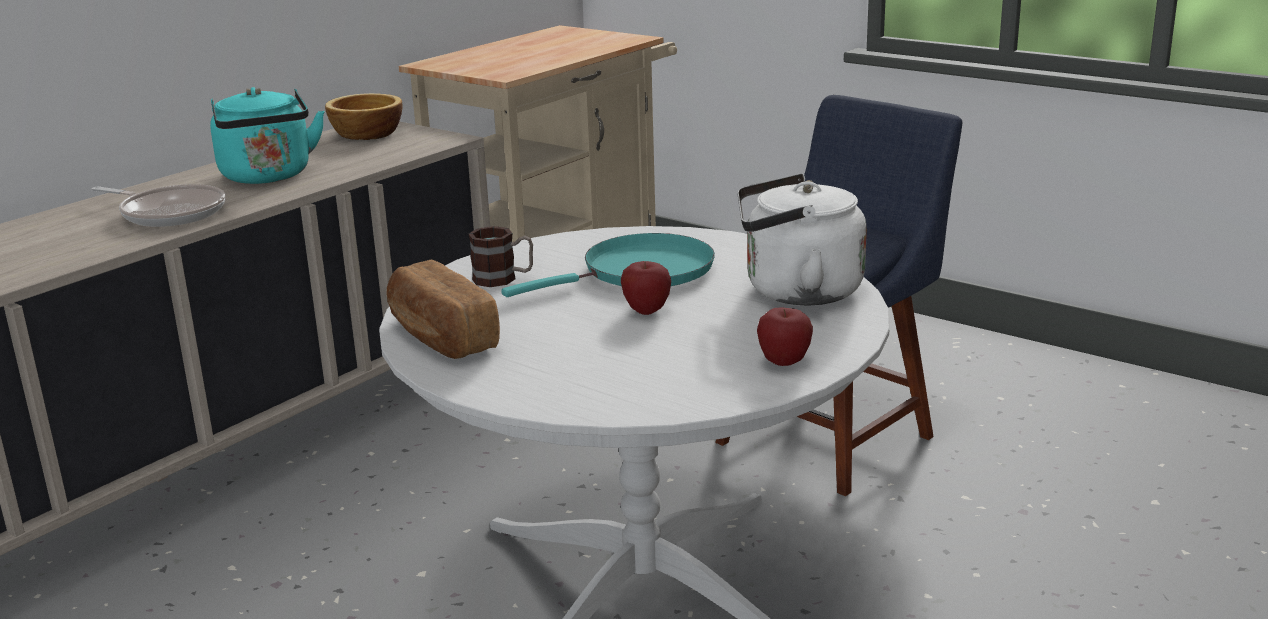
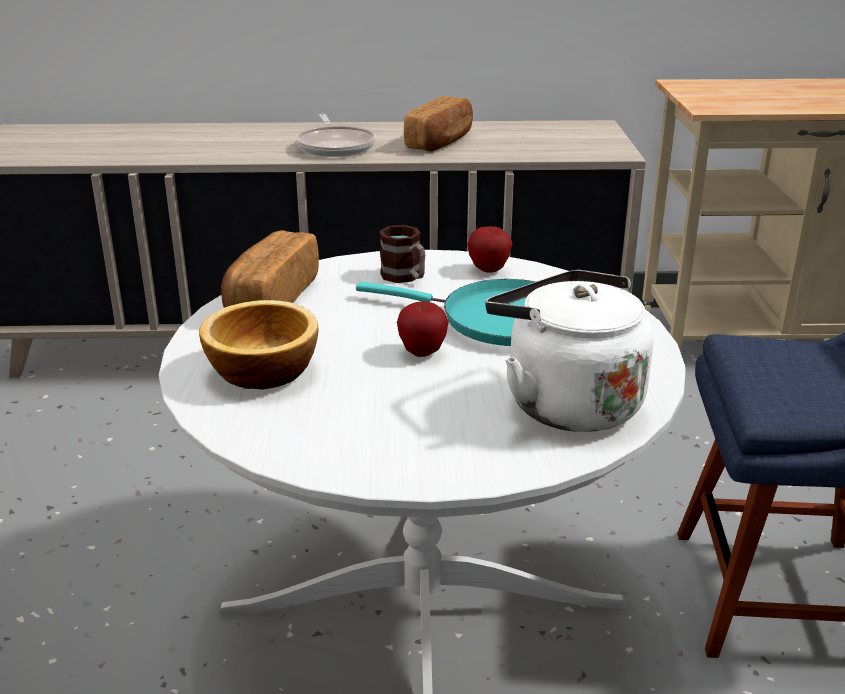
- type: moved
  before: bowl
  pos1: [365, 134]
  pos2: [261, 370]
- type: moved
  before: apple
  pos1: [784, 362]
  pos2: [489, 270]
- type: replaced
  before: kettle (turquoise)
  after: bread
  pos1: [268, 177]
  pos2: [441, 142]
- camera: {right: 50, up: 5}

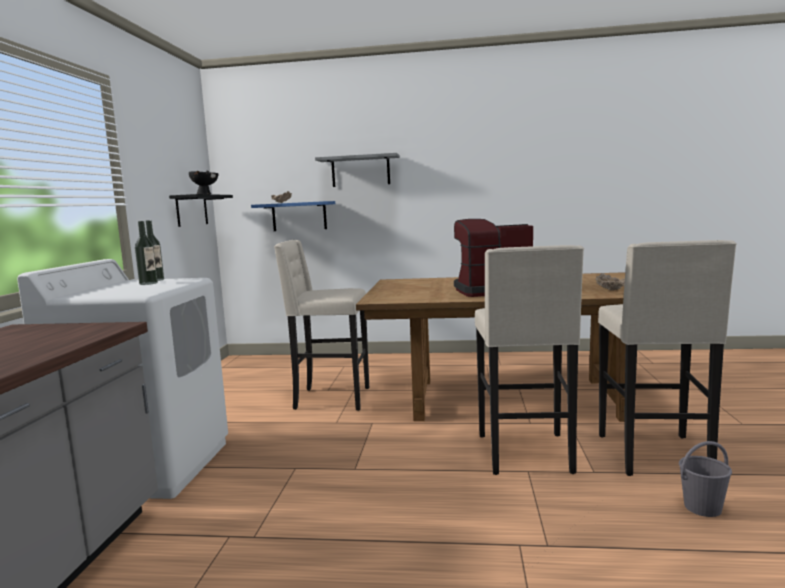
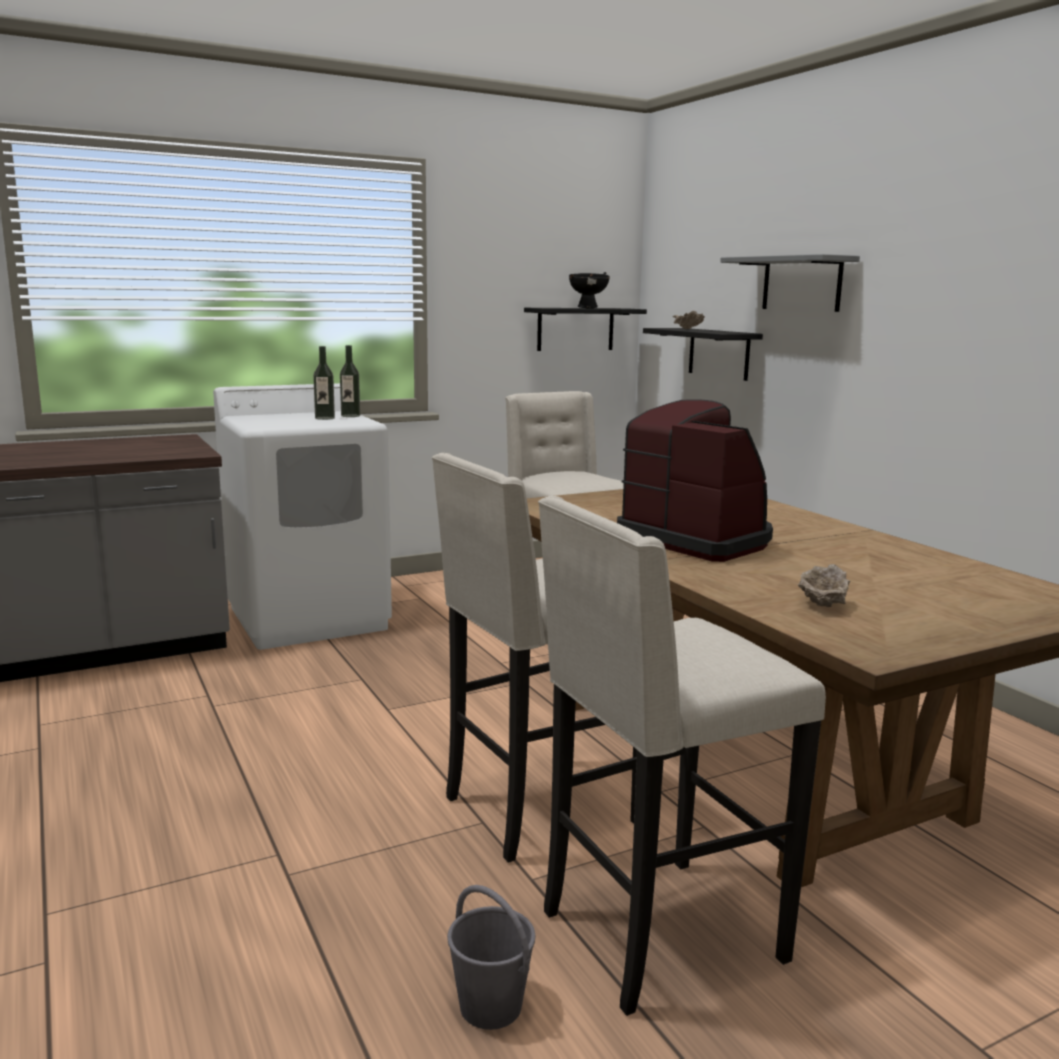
- type: recoloured
  before: shelf (blue)
  after: shelf (black)
  pos1: [299, 216]
  pos2: [719, 353]
- camera: {right: 55, up: 5}

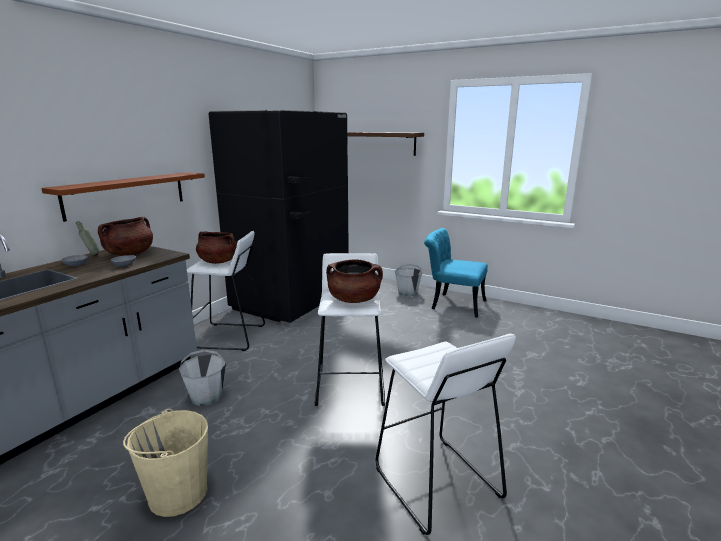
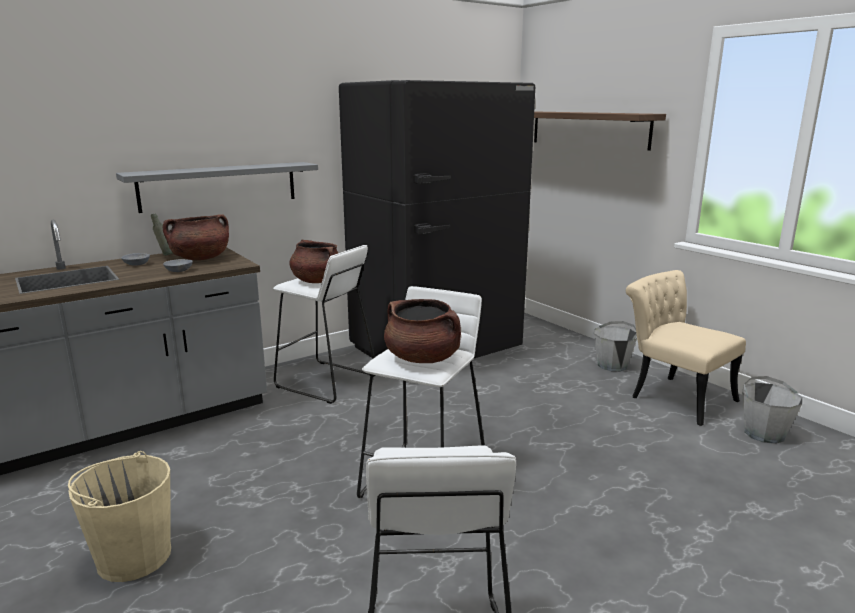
- type: moved
  before: bucket (grey)
  pos1: [206, 397]
  pos2: [764, 433]
- type: recoloured
  before: shelf (brown)
  after: shelf (grey)
  pos1: [127, 194]
  pos2: [219, 186]
- type: recoloured
  before: chair (turquoise)
  after: chair (beige)
  pos1: [452, 304]
  pos2: [673, 396]
- camera: {right: 25, up: 0}

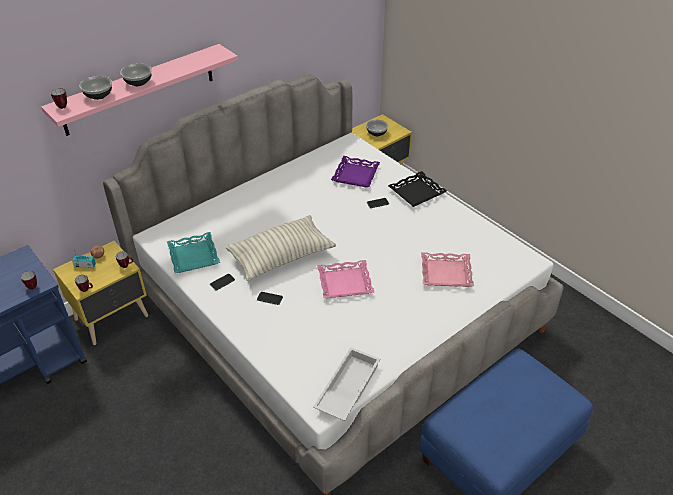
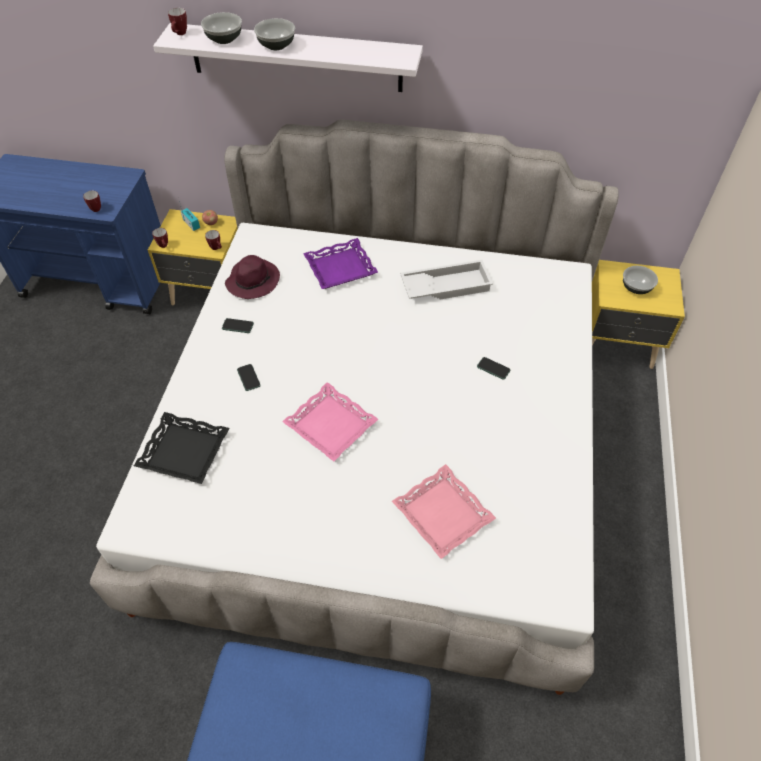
- type: removed
  before: pillow
  pos1: [281, 257]
- type: moved
  before: tray (white)
  pos1: [346, 387]
  pos2: [446, 285]
- type: moved
  before: tray (purple)
  pos1: [356, 175]
  pos2: [340, 268]
- type: moved
  before: tray (black)
  pos1: [417, 193]
  pos2: [184, 452]
- type: replaced
  before: tray (turquoise)
  after: hat (purple)
  pos1: [193, 256]
  pos2: [253, 280]
- type: recoloured
  before: shelf (pink)
  after: shelf (white)
  pos1: [139, 89]
  pos2: [296, 58]
- camera: {right: 50, up: 10}

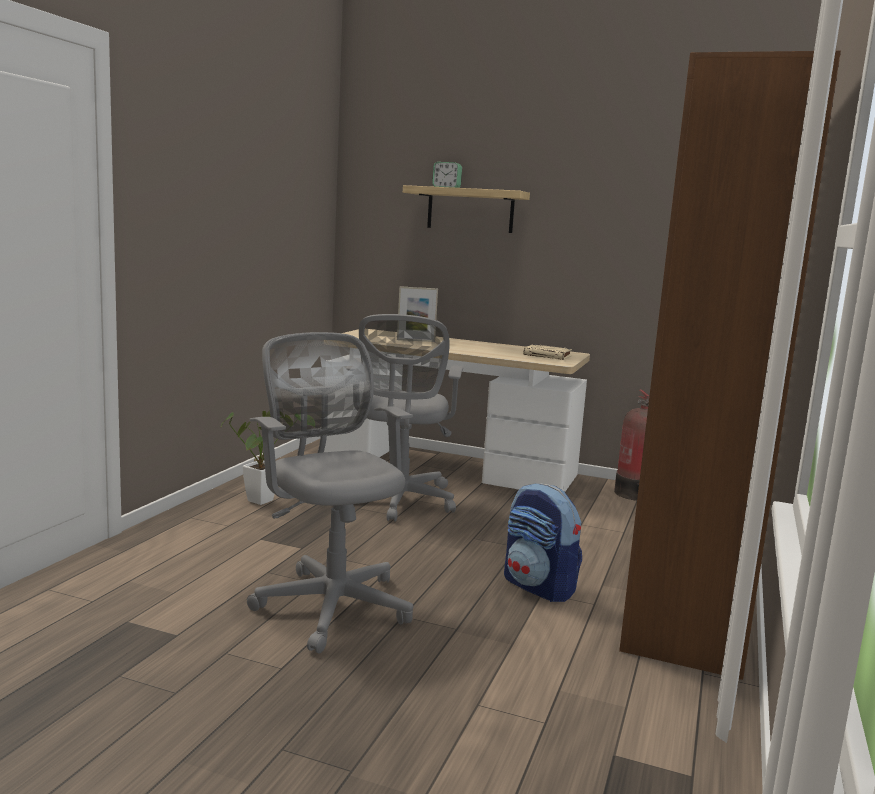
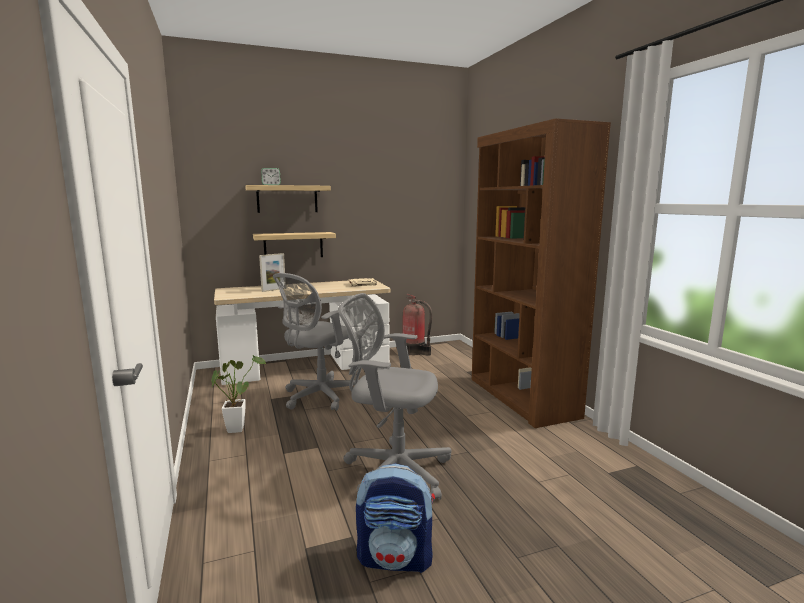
- type: added
  after: shelf
  pos2: [293, 245]
- type: moved
  before: backpack
  pos1: [539, 587]
  pos2: [396, 558]
- type: turned
  before: office chair (grey)
  pos1: [399, 502]
  pos2: [319, 397]
  turn: 75
- camera: {right: -40, up: 0}

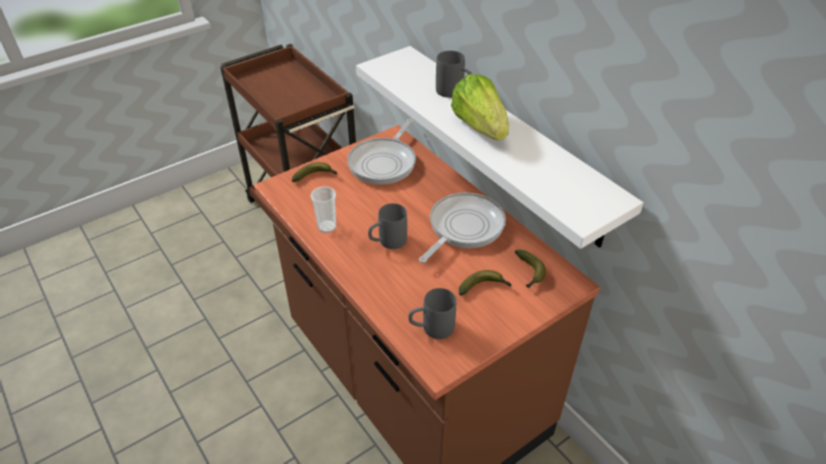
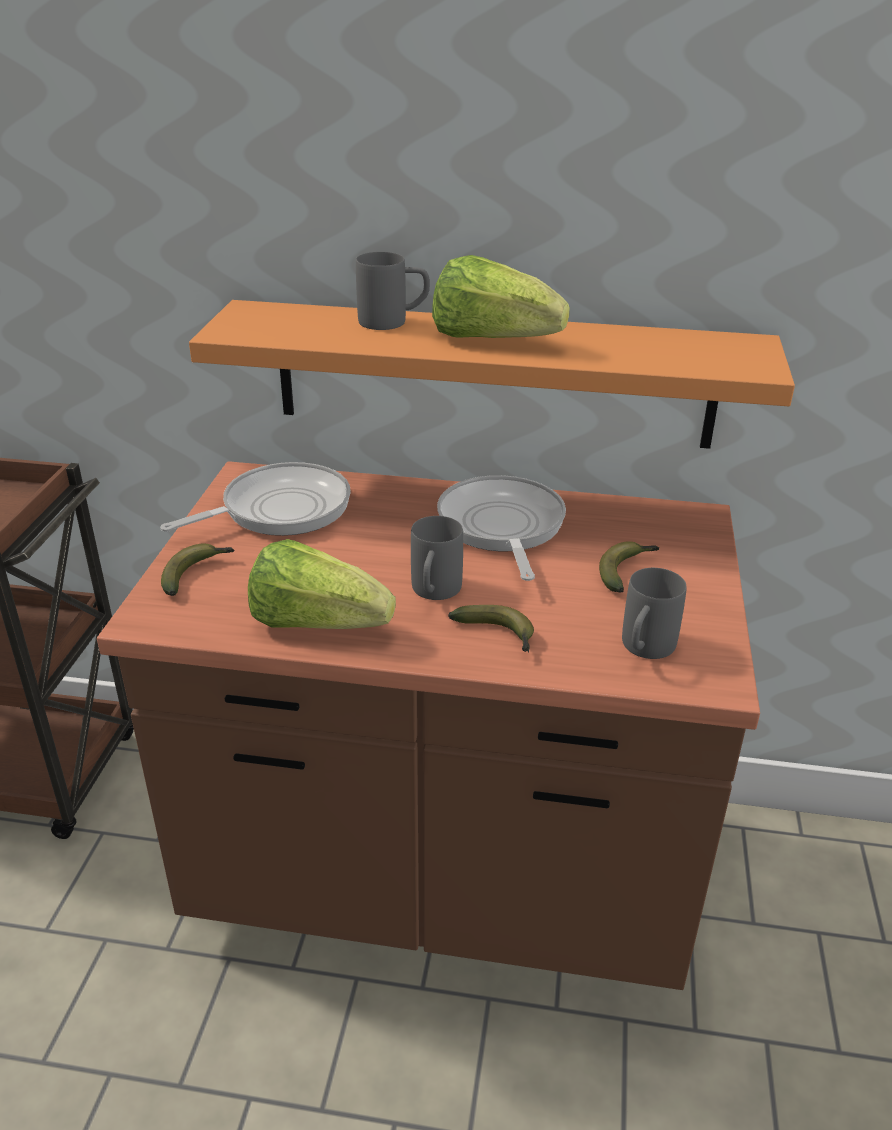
- type: moved
  before: banana
  pos1: [529, 273]
  pos2: [498, 635]
- type: replaced
  before: cup
  after: lettuce
  pos1: [327, 226]
  pos2: [316, 623]
- type: recoloured
  before: shelf (white)
  after: shelf (orange)
  pos1: [506, 143]
  pos2: [493, 374]
- type: turned
  before: frying pan
  pos1: [384, 162]
  pos2: [279, 509]
  turn: -105
- camera: {right: -45, up: -10}

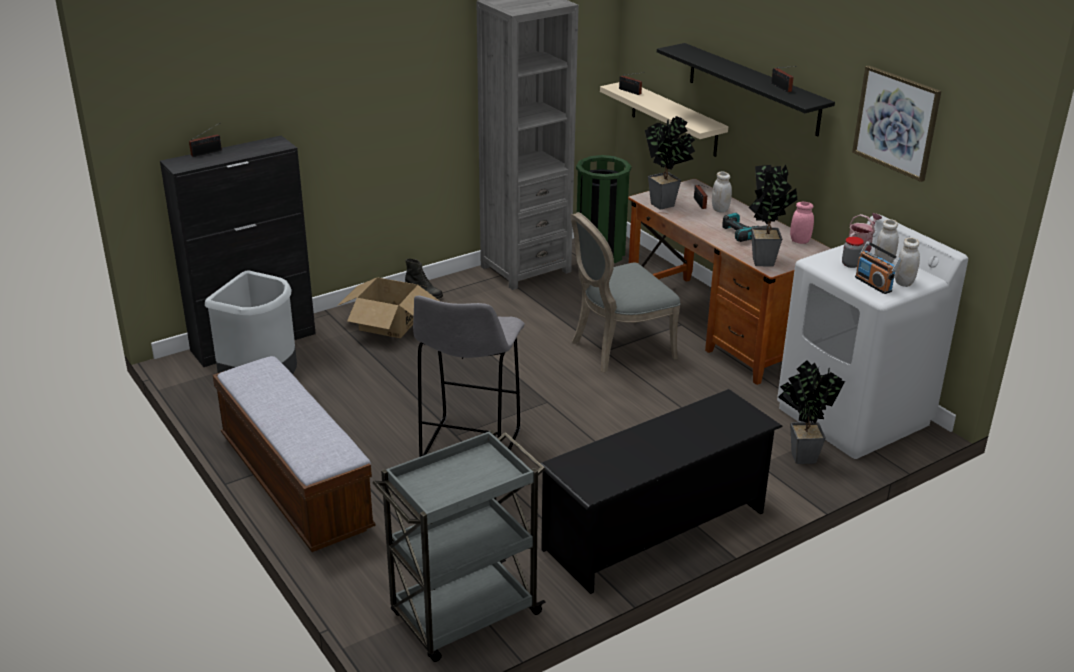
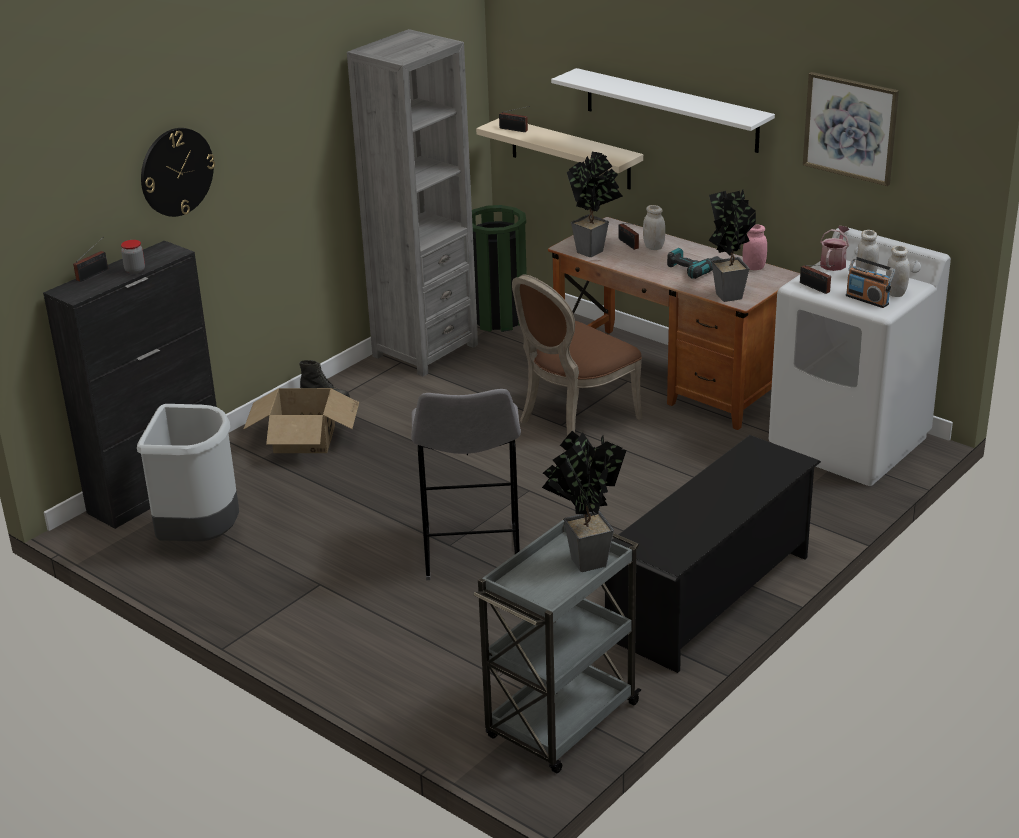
- type: removed
  before: bench
  pos1: [295, 484]
- type: added
  after: wall clock
  pos2: [176, 172]
- type: moved
  before: radio
  pos1: [782, 88]
  pos2: [816, 288]
- type: moved
  before: potted plant
  pos1: [798, 456]
  pos2: [582, 561]
- type: moved
  before: jar
  pos1: [850, 264]
  pos2: [135, 270]
- type: recoloured
  before: chair (grey)
  after: chair (brown)
  pos1: [617, 349]
  pos2: [573, 420]
- type: recoloured
  before: shelf (black)
  after: shelf (white)
  pos1: [753, 89]
  pos2: [671, 110]
- camera: {right: -15, up: 0}

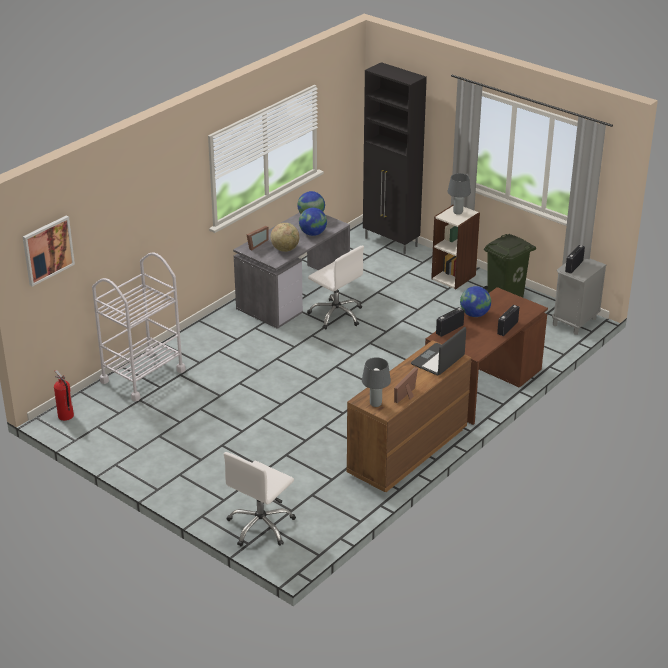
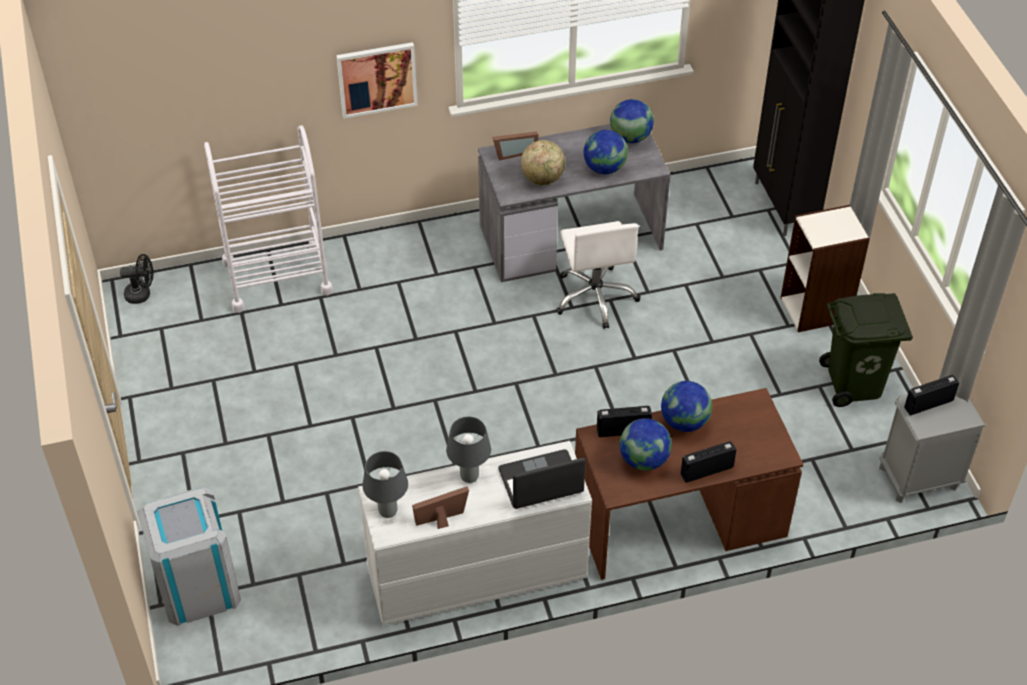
- type: added
  after: globe
  pos2: [643, 460]
- type: moved
  before: picture
  pos1: [47, 250]
  pos2: [377, 79]
- type: moved
  before: table lamp (grey)
  pos1: [457, 212]
  pos2: [469, 476]
- type: replaced
  before: fire extinguisher
  after: fan (black)
  pos1: [65, 416]
  pos2: [142, 294]
- type: replaced
  before: office chair (white)
  after: trash can (grey)
  pos1: [261, 526]
  pos2: [198, 587]
- type: recoloured
  before: dresser (brown)
  after: dresser (white)
  pos1: [407, 451]
  pos2: [475, 574]
- camera: {right: 35, up: 15}

